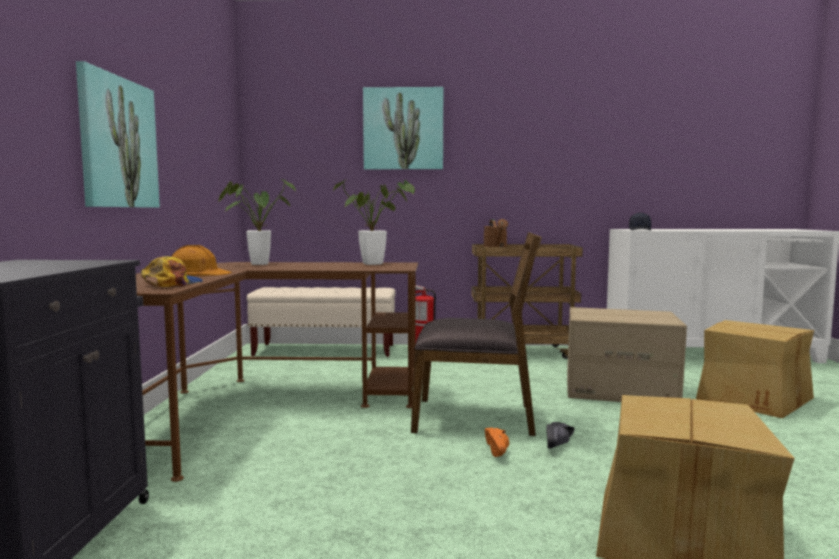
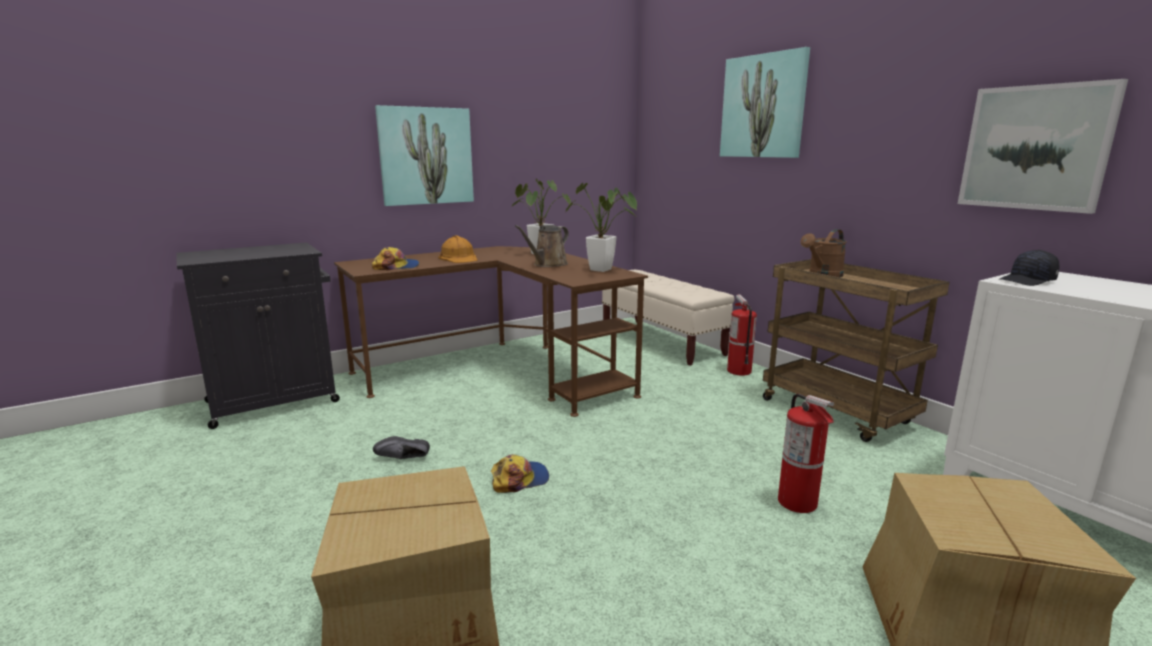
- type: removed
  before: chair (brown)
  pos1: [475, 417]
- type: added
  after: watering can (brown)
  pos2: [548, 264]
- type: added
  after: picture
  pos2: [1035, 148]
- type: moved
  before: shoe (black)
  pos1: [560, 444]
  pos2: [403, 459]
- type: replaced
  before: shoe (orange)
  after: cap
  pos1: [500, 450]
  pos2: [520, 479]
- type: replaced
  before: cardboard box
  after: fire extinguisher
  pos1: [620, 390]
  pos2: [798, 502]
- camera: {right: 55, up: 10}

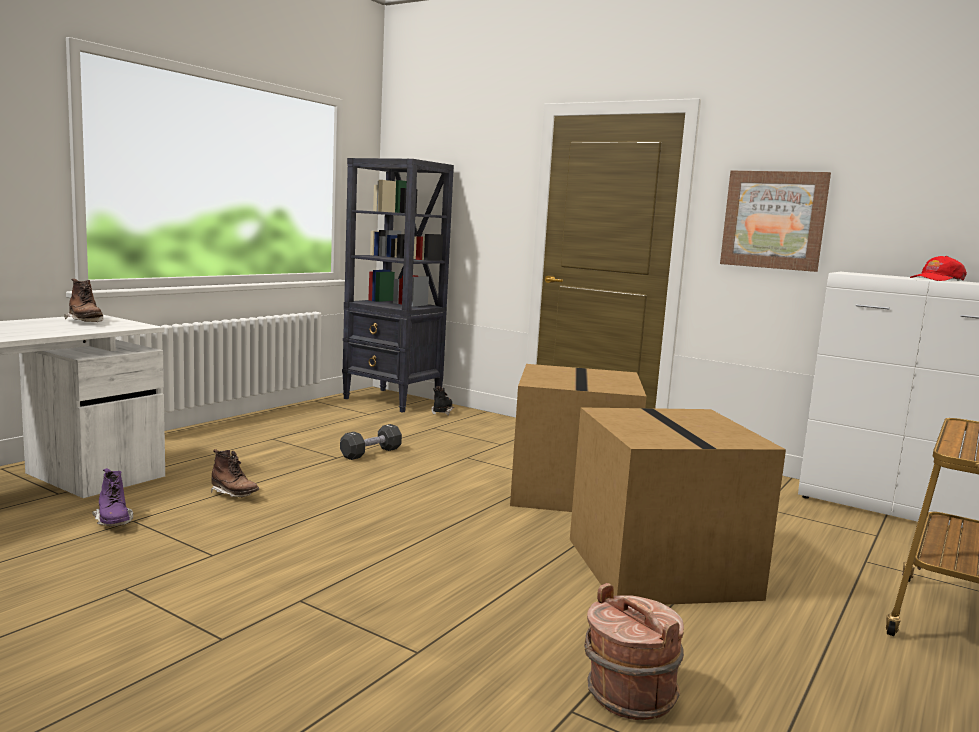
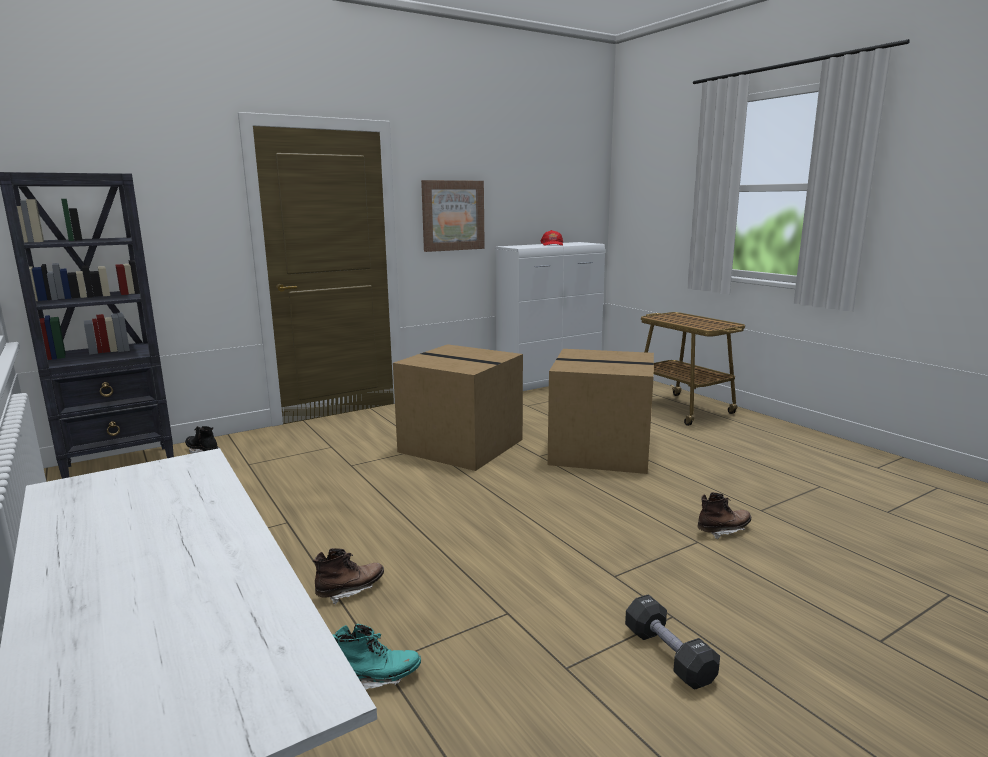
- type: removed
  before: bucket (brown)
  pos1: [628, 695]
- type: moved
  before: boot (brown)
  pos1: [85, 322]
  pos2: [723, 531]
- type: moved
  before: dumbbell (black)
  pos1: [371, 453]
  pos2: [668, 655]
- type: recoloured
  before: boot (purple)
  after: boot (turquoise)
  pos1: [113, 522]
  pos2: [377, 679]
- camera: {right: -65, up: 5}

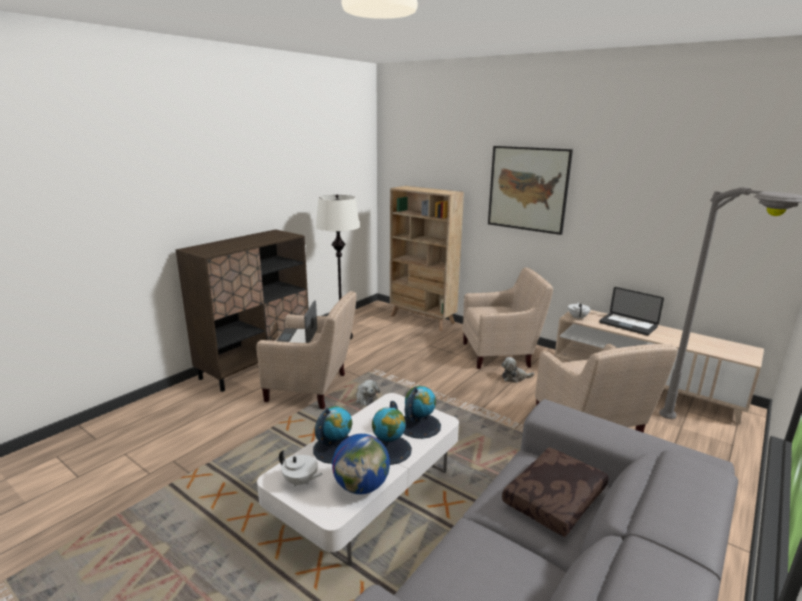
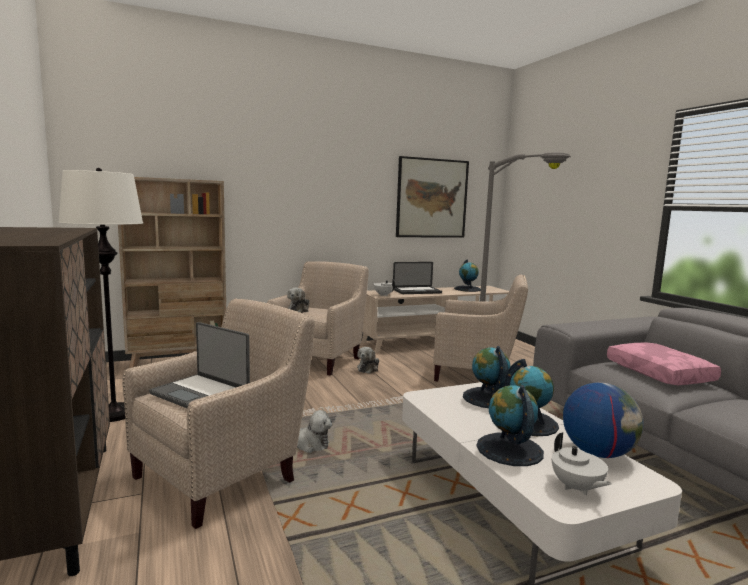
- type: added
  after: plush toy
  pos2: [299, 310]
- type: added
  after: globe
  pos2: [467, 289]
- type: moved
  before: picture
  pos1: [528, 189]
  pos2: [431, 198]
- type: recoloured
  before: pillow (brown)
  after: pillow (pink)
  pos1: [555, 500]
  pos2: [660, 374]
- type: turned
  before: teapot (white)
  pos1: [300, 481]
  pos2: [576, 488]
  turn: 105
- camera: {right: -60, up: -10}

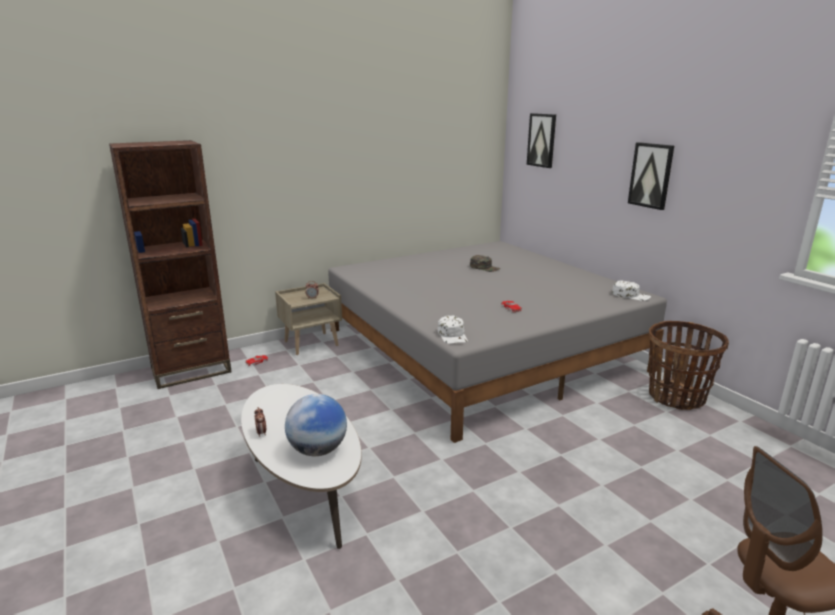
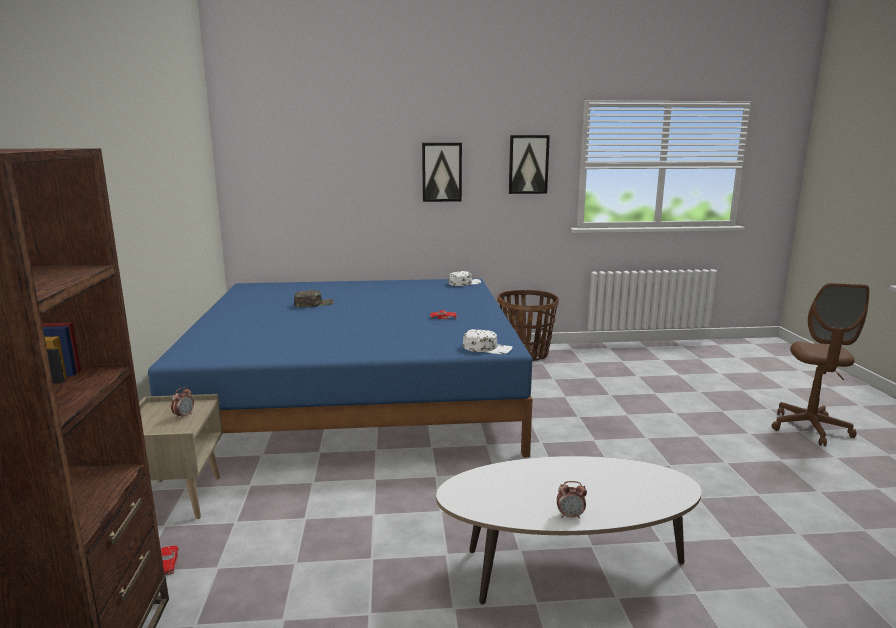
- type: removed
  before: globe
  pos1: [317, 450]
- type: moved
  before: picture
  pos1: [542, 140]
  pos2: [528, 164]
- type: recoloured
  before: bed (grey)
  after: bed (blue)
  pos1: [481, 349]
  pos2: [357, 395]
- camera: {right: -65, up: -5}

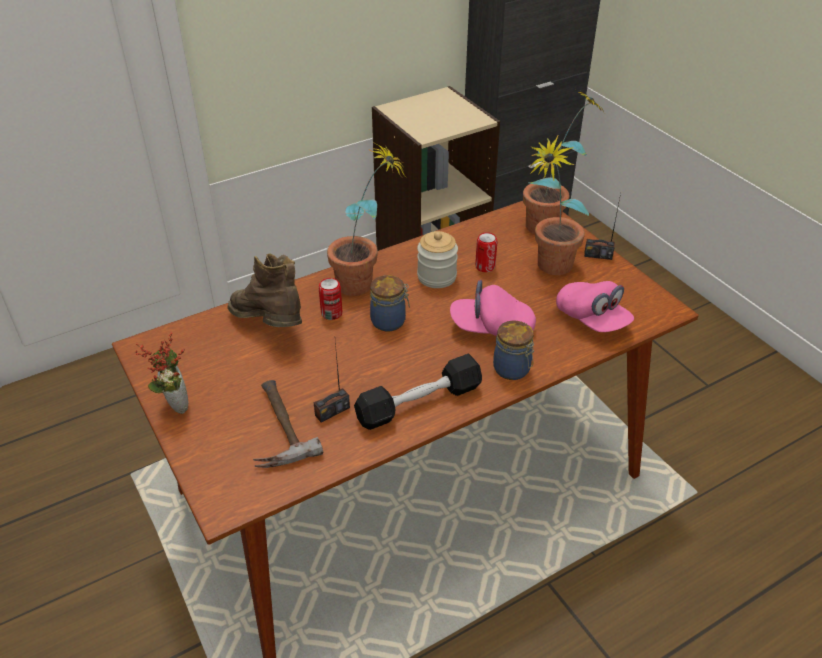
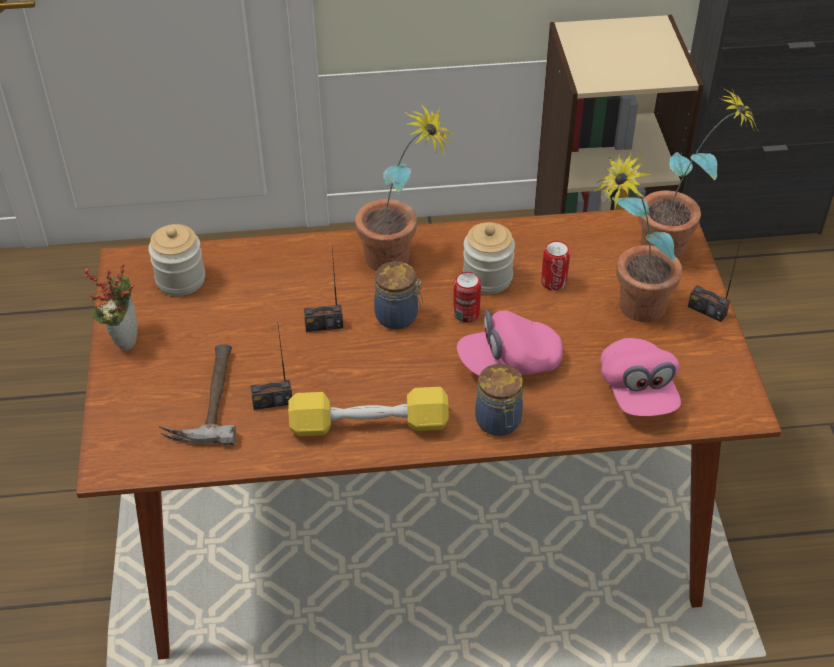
- type: removed
  before: boot (brown)
  pos1: [270, 326]
- type: added
  after: jar
  pos2: [180, 279]
- type: added
  after: radio
  pos2: [324, 325]
- type: moved
  before: can
  pos1: [331, 313]
  pos2: [466, 313]
- type: recoloured
  before: dumbbell (black)
  after: dumbbell (yellow)
  pos1: [419, 403]
  pos2: [369, 424]
- type: turned
  before: cap (pink)
  pos1: [491, 328]
  pos2: [509, 363]
  turn: -45
- camera: {right: 25, up: 5}

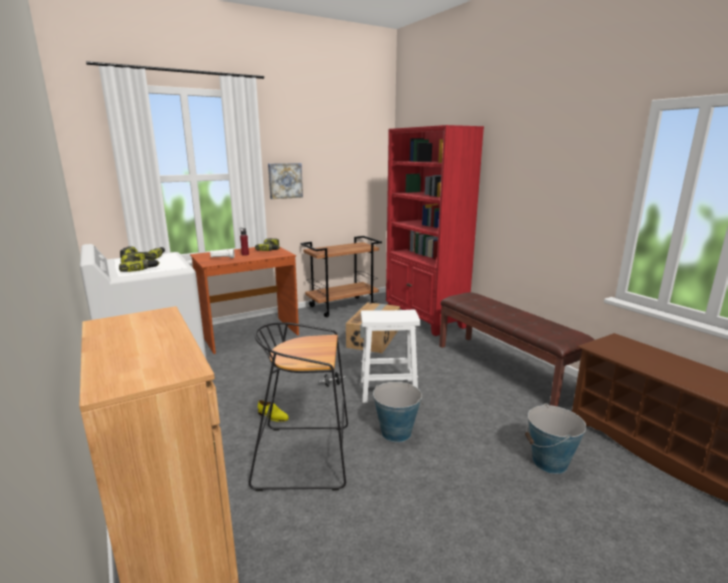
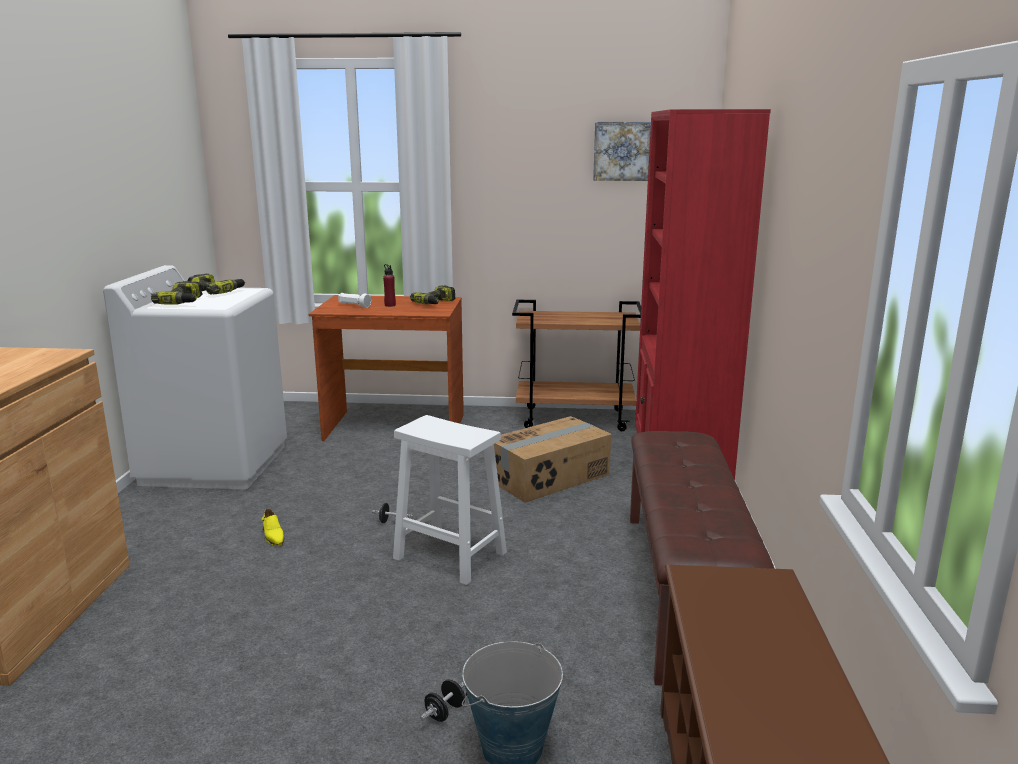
- type: removed
  before: stool (black)
  pos1: [306, 456]
- type: removed
  before: bucket
  pos1: [396, 432]
- type: added
  after: dumbbell (black)
  pos2: [445, 712]
- type: moved
  before: picture
  pos1: [285, 180]
  pos2: [622, 151]
- camera: {right: 35, up: 0}

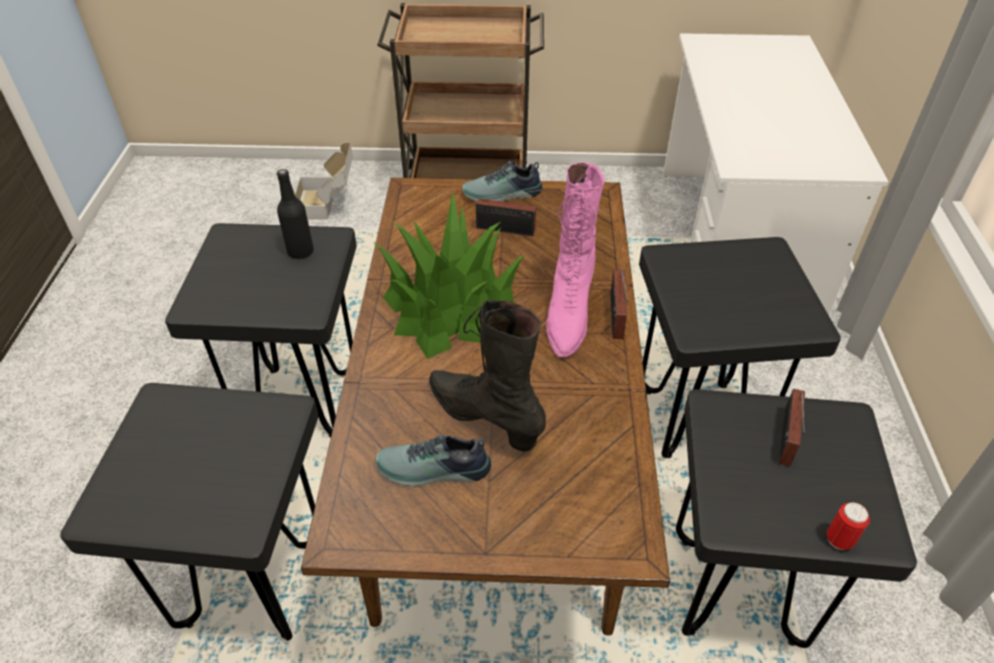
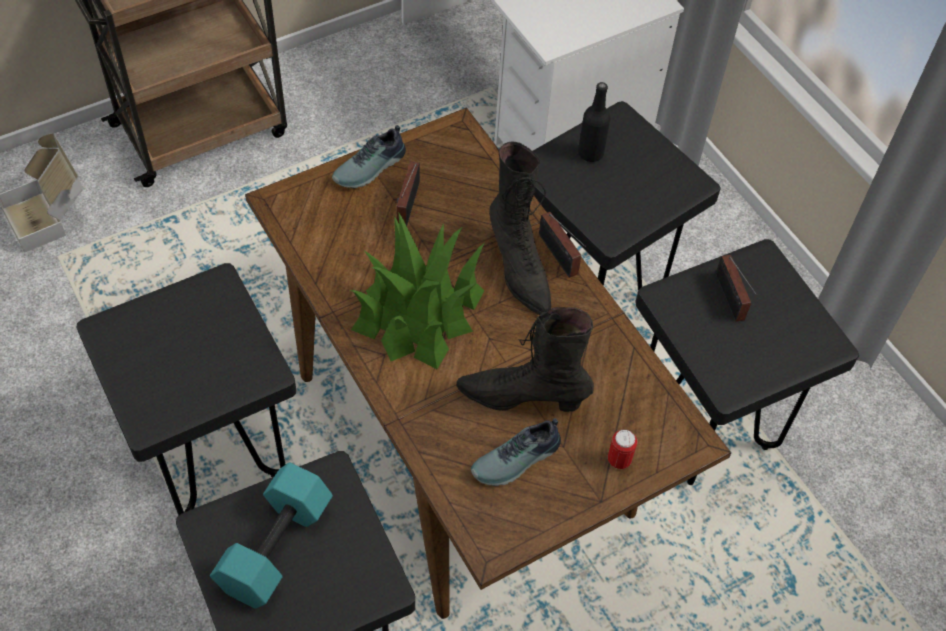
- type: added
  after: dumbbell (turquoise)
  pos2: [274, 544]
- type: moved
  before: bottle (black)
  pos1: [300, 252]
  pos2: [590, 153]
- type: moved
  before: can
  pos1: [839, 540]
  pos2: [619, 460]
- type: recoloured
  before: boot (pink)
  after: boot (black)
  pos1: [568, 313]
  pos2: [518, 270]
- type: turned
  before: radio
  pos1: [508, 230]
  pos2: [406, 206]
  turn: 120
- camera: {right: -35, up: 10}

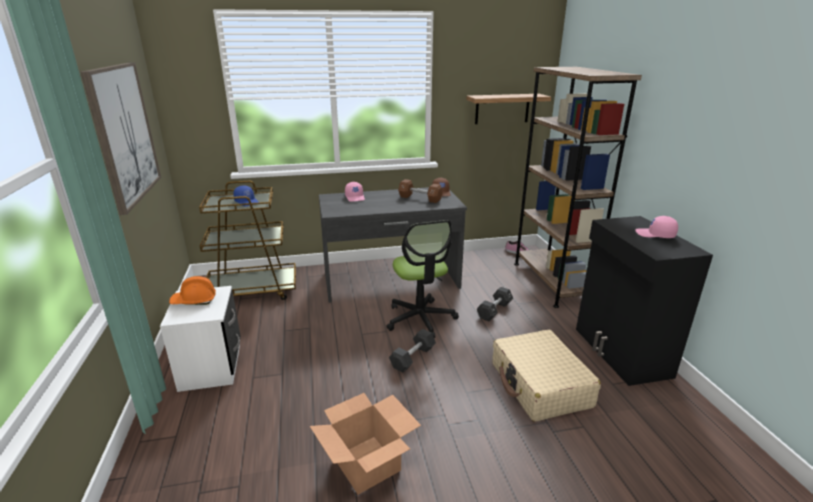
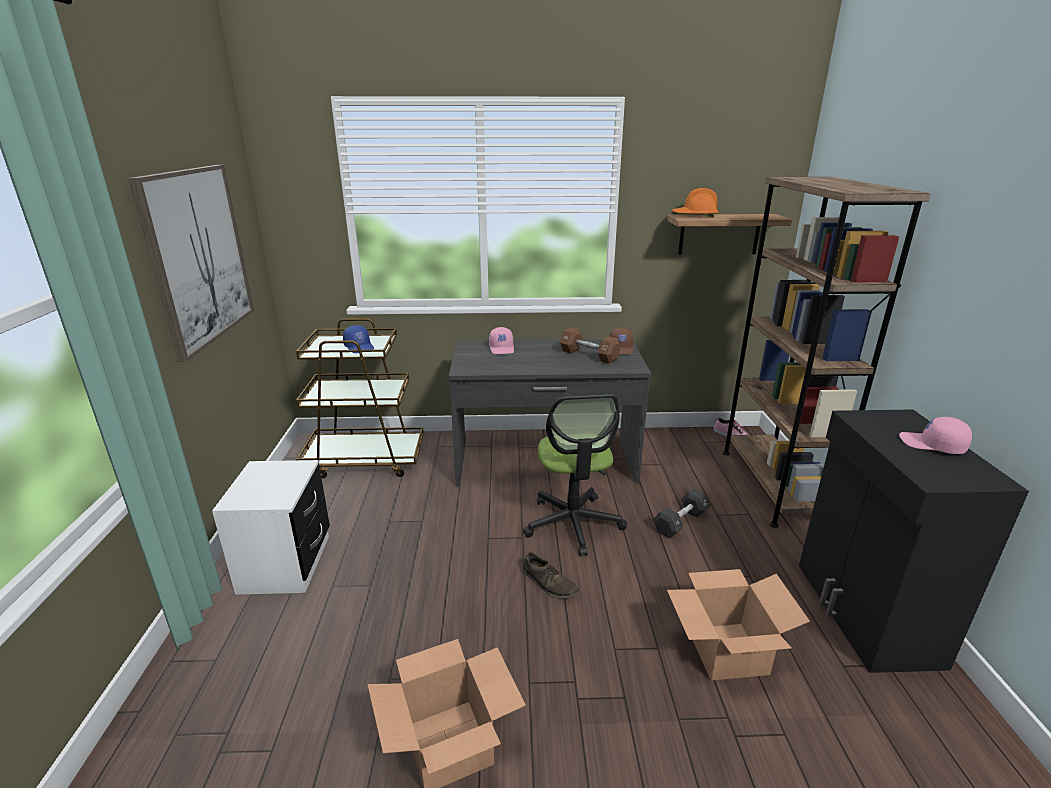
- type: moved
  before: hard hat (orange)
  pos1: [194, 301]
  pos2: [694, 216]
- type: replaced
  before: dumbbell (black)
  after: shoe (brown)
  pos1: [412, 358]
  pos2: [549, 583]
- type: replaced
  before: suitcase (beige)
  after: cardboard box
  pos1: [540, 385]
  pos2: [728, 652]
- camera: {right: 10, up: 0}

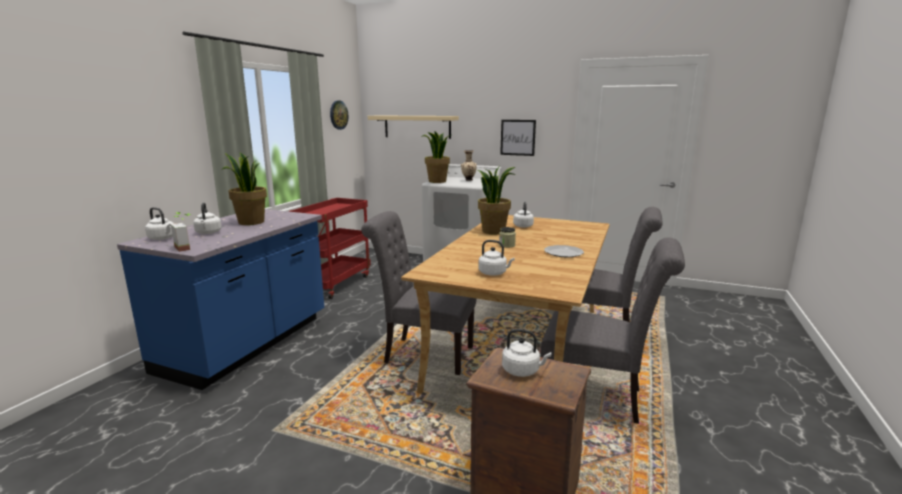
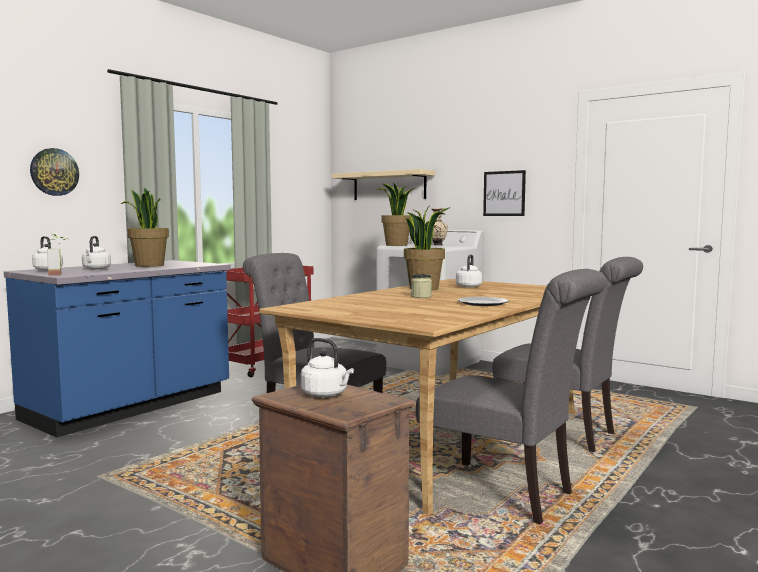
- type: removed
  before: kettle (white)
  pos1: [494, 273]
- type: moved
  before: wall clock
  pos1: [338, 115]
  pos2: [54, 172]
- camera: {right: 15, up: -10}

